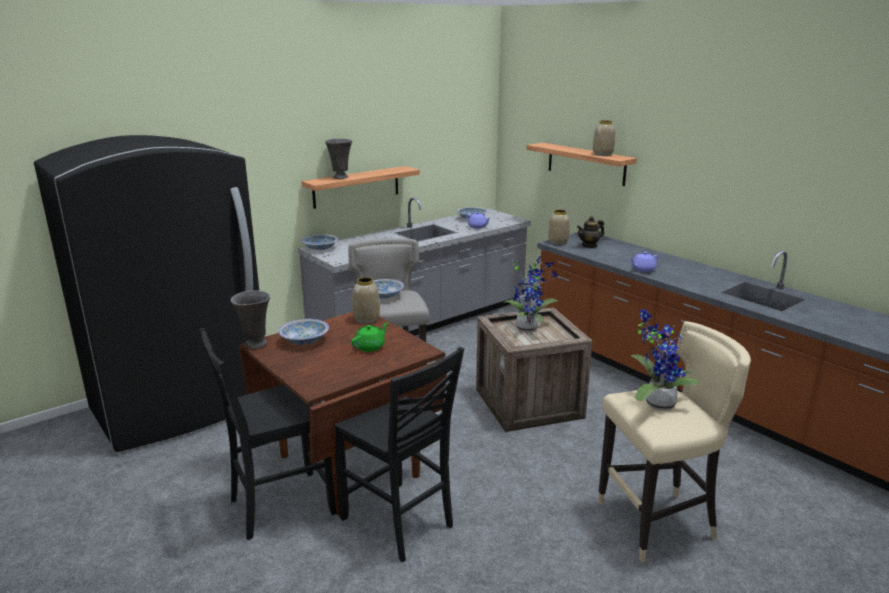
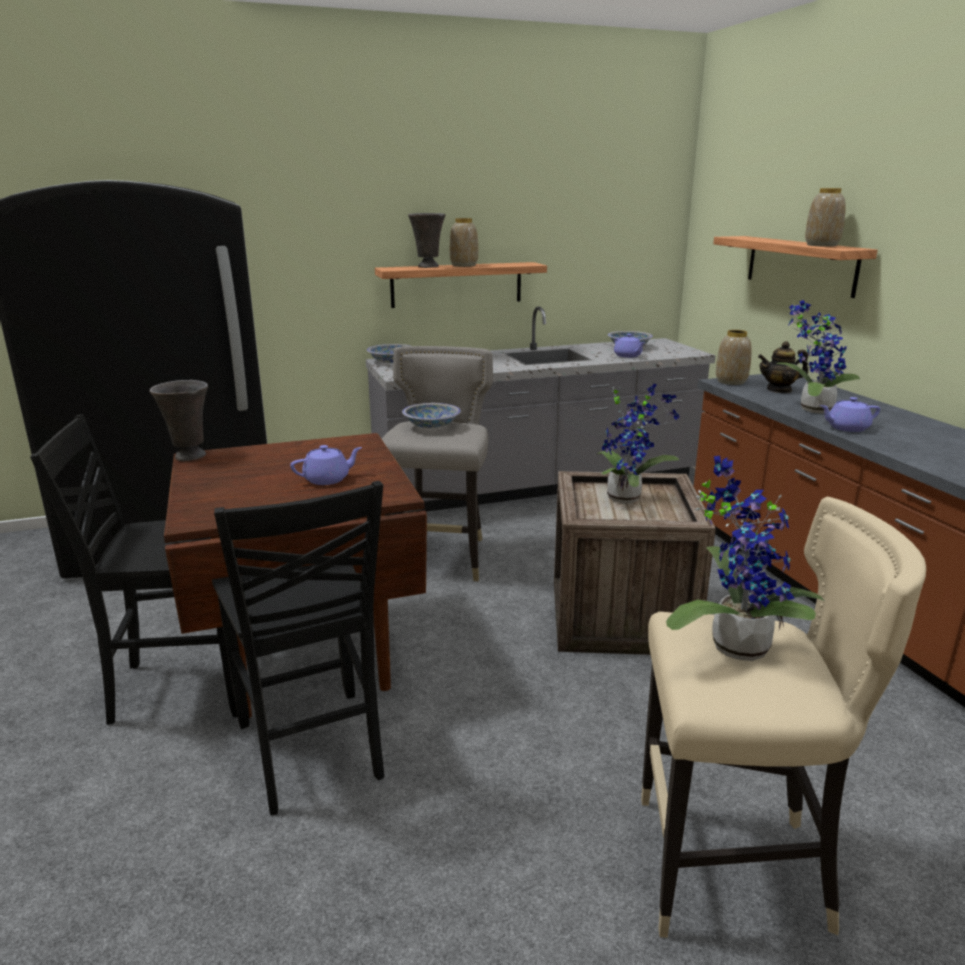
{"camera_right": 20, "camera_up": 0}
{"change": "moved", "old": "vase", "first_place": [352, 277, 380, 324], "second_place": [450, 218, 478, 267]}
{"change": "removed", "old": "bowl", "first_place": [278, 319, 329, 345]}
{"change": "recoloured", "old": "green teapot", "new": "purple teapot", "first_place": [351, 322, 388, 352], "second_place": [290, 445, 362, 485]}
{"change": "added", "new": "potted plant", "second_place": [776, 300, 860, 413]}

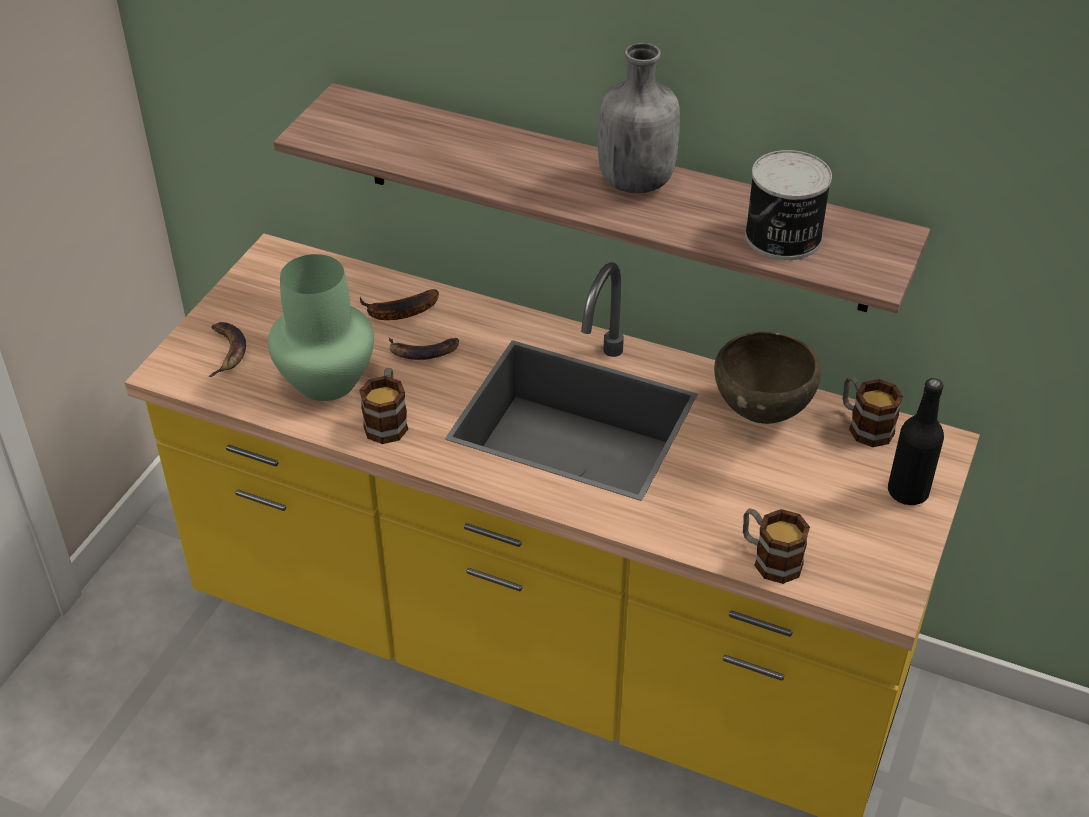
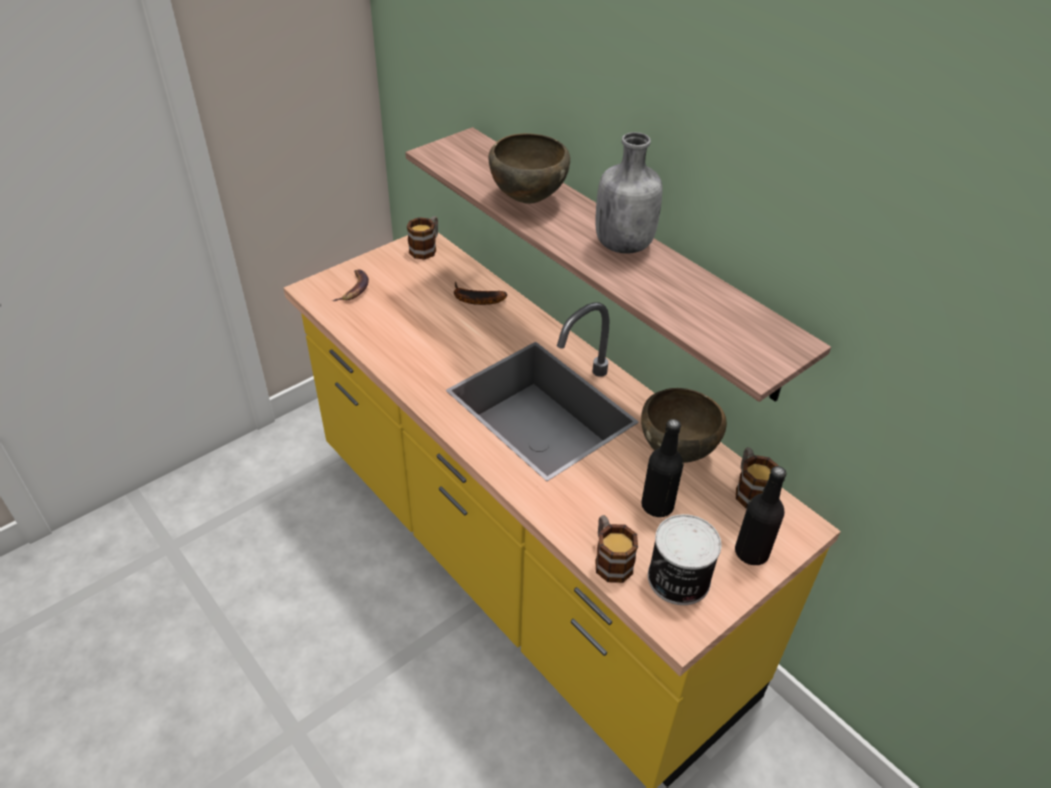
{"camera_right": 25, "camera_up": 0}
{"change": "moved", "old": "can", "first_place": [745, 150, 832, 260], "second_place": [648, 514, 722, 605]}
{"change": "removed", "old": "green vase", "first_place": [268, 254, 374, 401]}
{"change": "removed", "old": "banana", "first_place": [389, 337, 459, 360]}
{"change": "moved", "old": "mug", "first_place": [359, 368, 408, 444], "second_place": [407, 216, 438, 259]}
{"change": "added", "new": "brown bowl", "second_place": [489, 133, 570, 204]}
{"change": "added", "new": "black bottle", "second_place": [641, 419, 684, 517]}

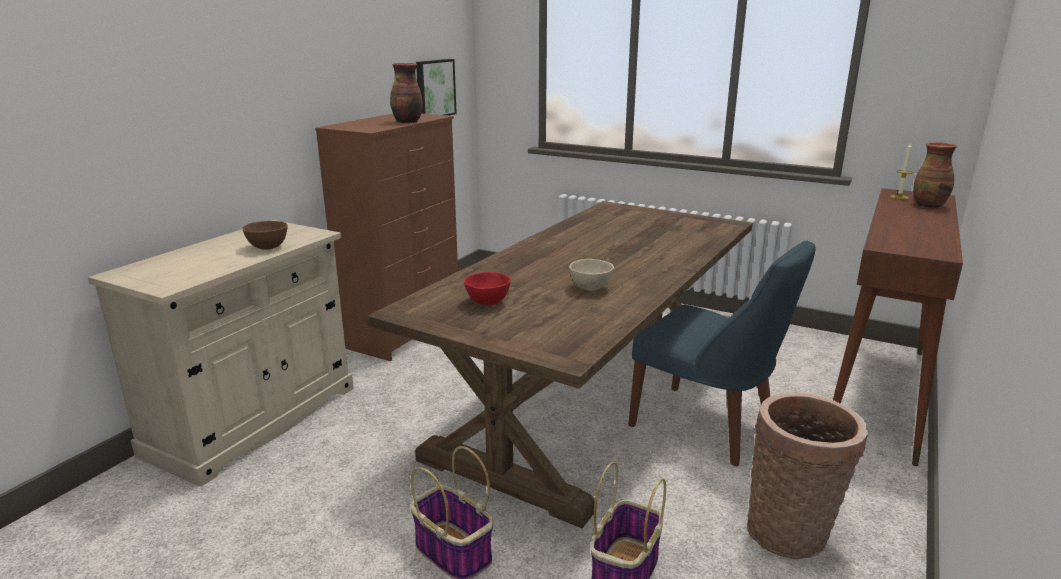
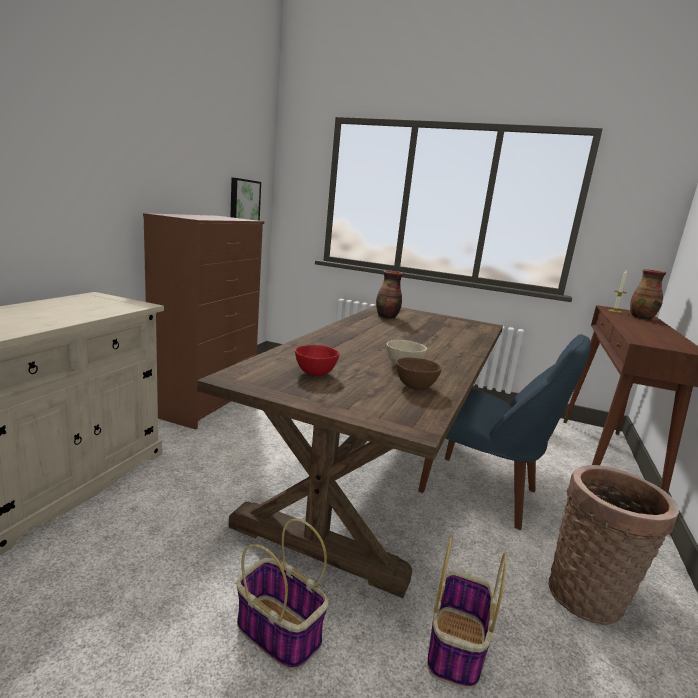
{"camera_right": -10, "camera_up": -5}
{"change": "moved", "old": "vase", "first_place": [390, 63, 423, 123], "second_place": [376, 271, 403, 319]}
{"change": "moved", "old": "brown bowl", "first_place": [242, 221, 288, 250], "second_place": [396, 357, 442, 390]}

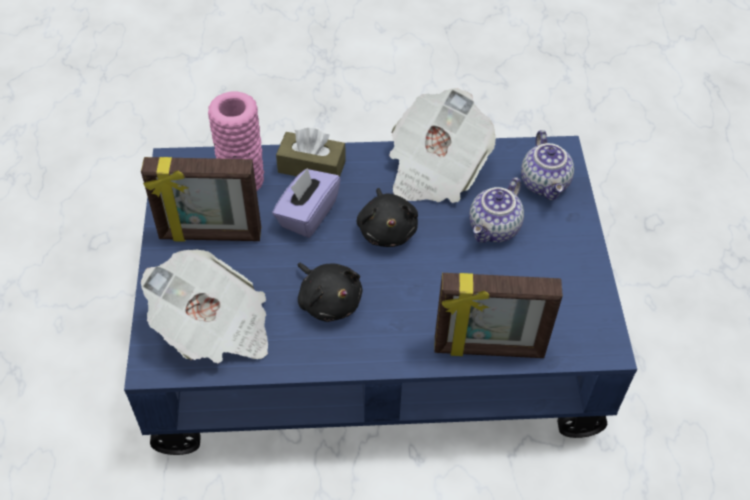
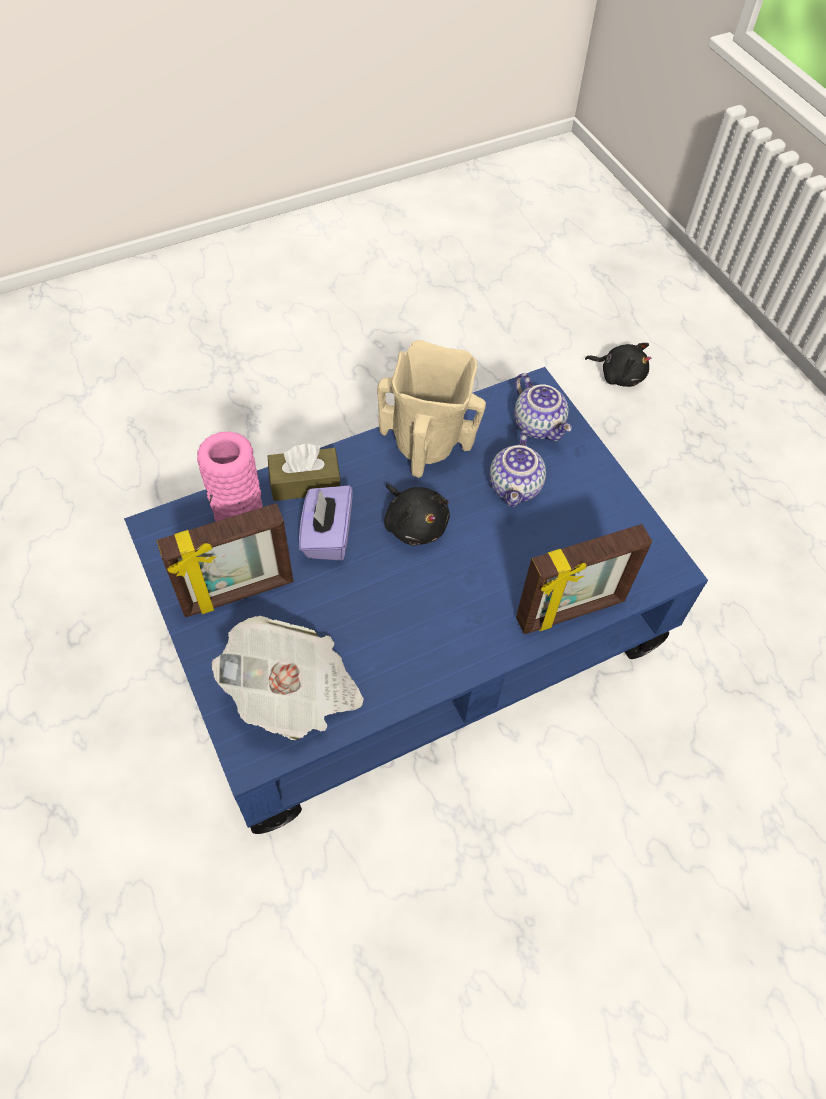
{"camera_right": -25, "camera_up": 5}
{"change": "replaced", "old": "newspaper", "new": "beige vase", "first_place": [389, 88, 496, 203], "second_place": [377, 340, 486, 478]}
{"change": "moved", "old": "black plush toy", "first_place": [297, 263, 362, 322], "second_place": [585, 343, 651, 387]}

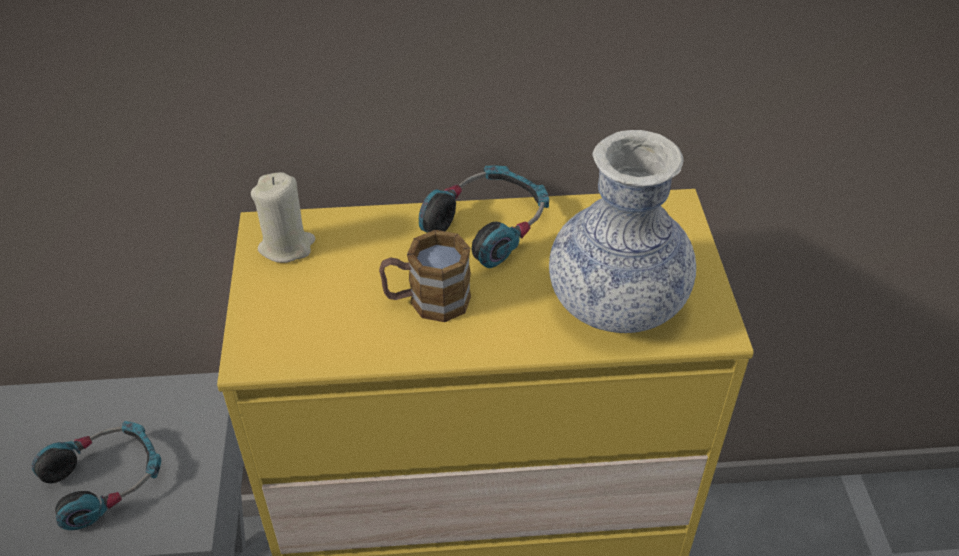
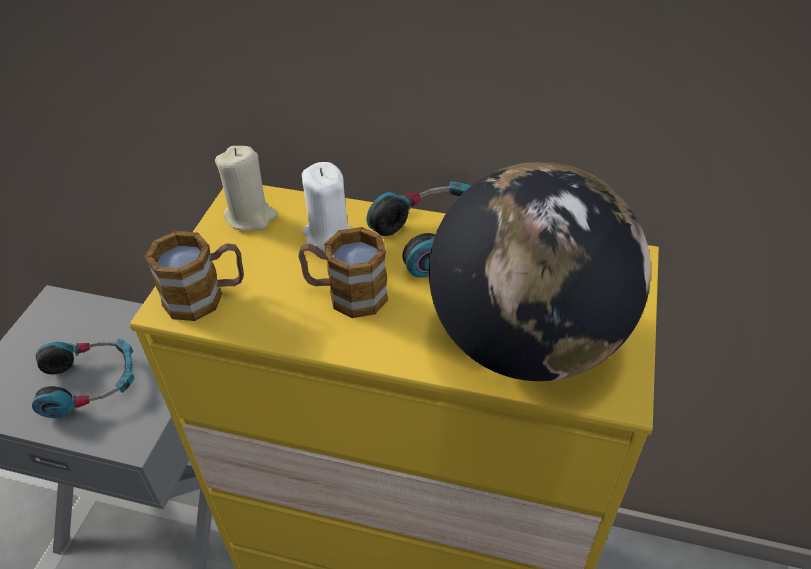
{"camera_right": 20, "camera_up": 0}
{"change": "replaced", "old": "vase", "new": "globe", "first_place": [549, 130, 696, 333], "second_place": [429, 162, 651, 381]}
{"change": "added", "new": "white candle", "second_place": [302, 162, 351, 252]}
{"change": "added", "new": "mug", "second_place": [145, 231, 244, 321]}

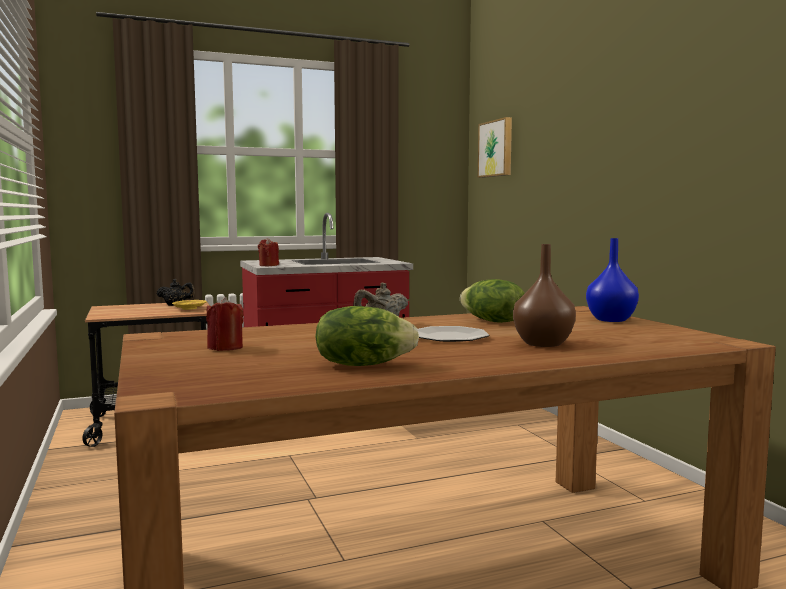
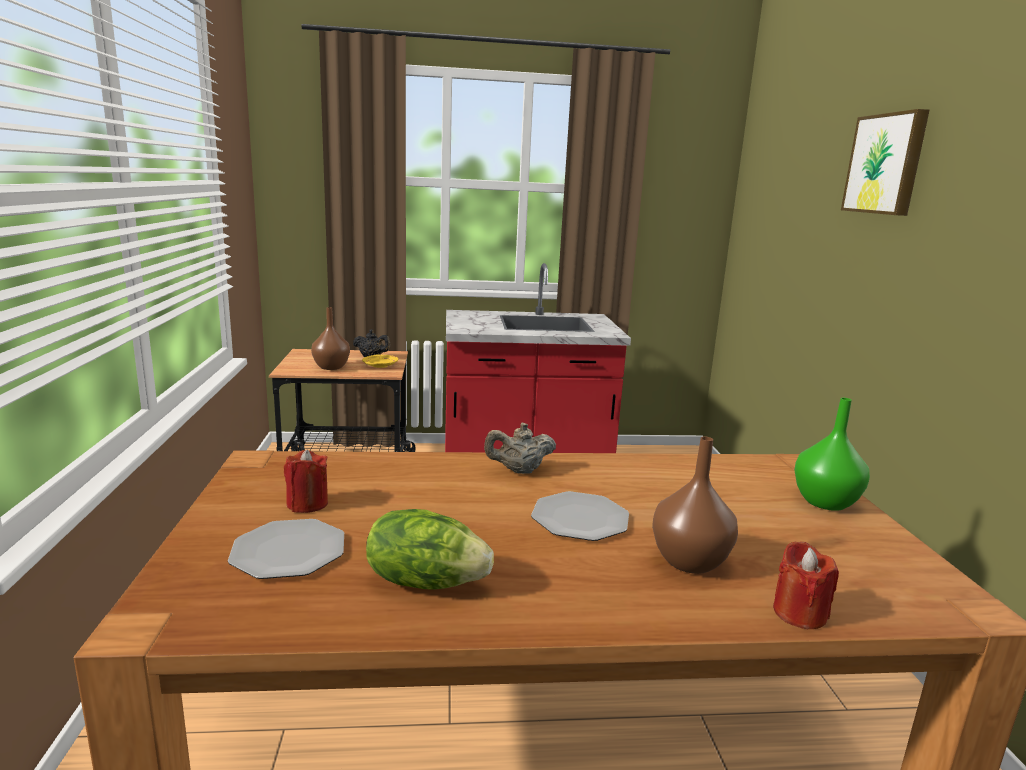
{"camera_right": 15, "camera_up": 10}
{"change": "moved", "old": "picture", "first_place": [478, 117, 512, 178], "second_place": [841, 109, 930, 216]}
{"change": "moved", "old": "red candle", "first_place": [258, 238, 279, 266], "second_place": [773, 542, 839, 629]}
{"change": "recoloured", "old": "blue vase", "new": "green vase", "first_place": [586, 238, 639, 322], "second_place": [794, 398, 870, 511]}
{"change": "removed", "old": "lettuce", "first_place": [460, 279, 525, 323]}
{"change": "added", "new": "brown vase", "second_place": [311, 307, 350, 370]}
{"change": "added", "new": "plate", "second_place": [228, 519, 344, 579]}

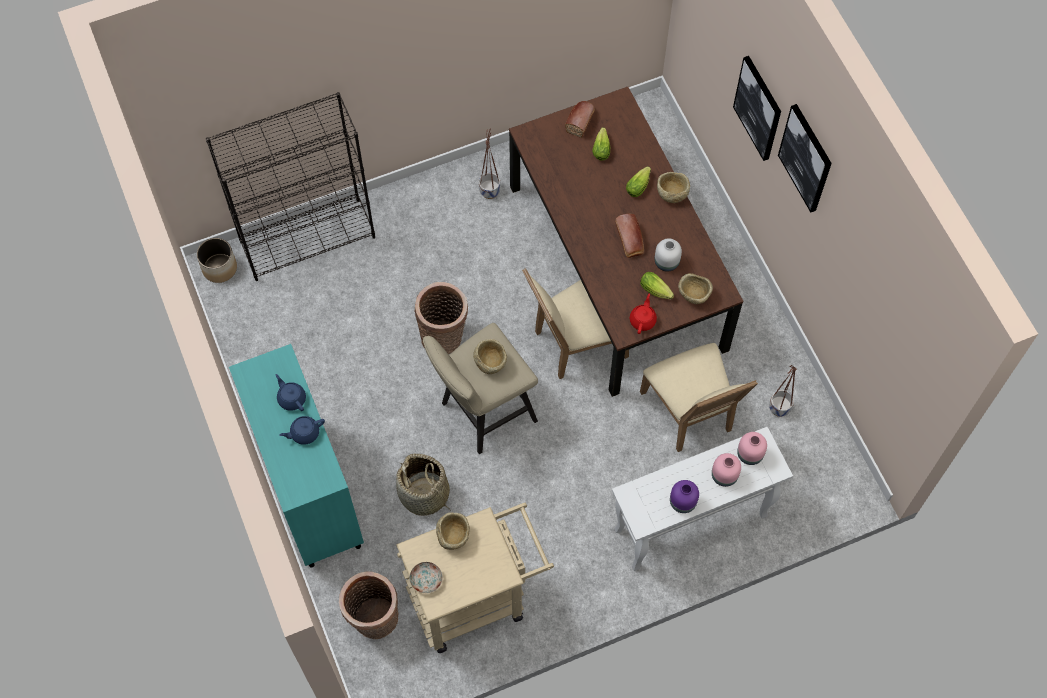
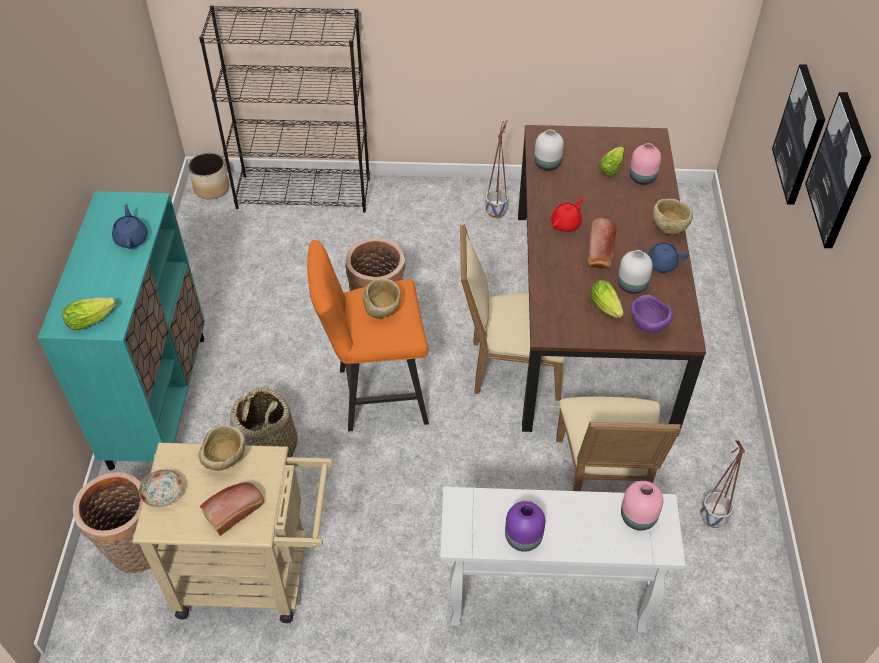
{"camera_right": 25, "camera_up": -15}
{"change": "moved", "old": "bread", "first_place": [565, 101, 595, 138], "second_place": [200, 482, 264, 536]}
{"change": "moved", "old": "lettuce", "first_place": [626, 166, 651, 197], "second_place": [62, 298, 116, 330]}
{"change": "recoloured", "old": "beige bowl", "new": "purple bowl", "first_place": [678, 273, 713, 304], "second_place": [631, 295, 674, 333]}
{"change": "moved", "old": "red teapot", "first_place": [630, 294, 657, 334], "second_place": [551, 197, 583, 232]}
{"change": "recoloured", "old": "beige stool", "new": "orange stool", "first_place": [423, 323, 538, 454], "second_place": [307, 240, 429, 431]}
{"change": "moved", "old": "blue teapot", "first_place": [279, 416, 325, 445], "second_place": [638, 243, 688, 273]}
{"change": "moved", "old": "pink vase", "first_place": [712, 453, 741, 487], "second_place": [629, 143, 661, 185]}
{"change": "added", "new": "white vase", "second_place": [534, 129, 564, 171]}

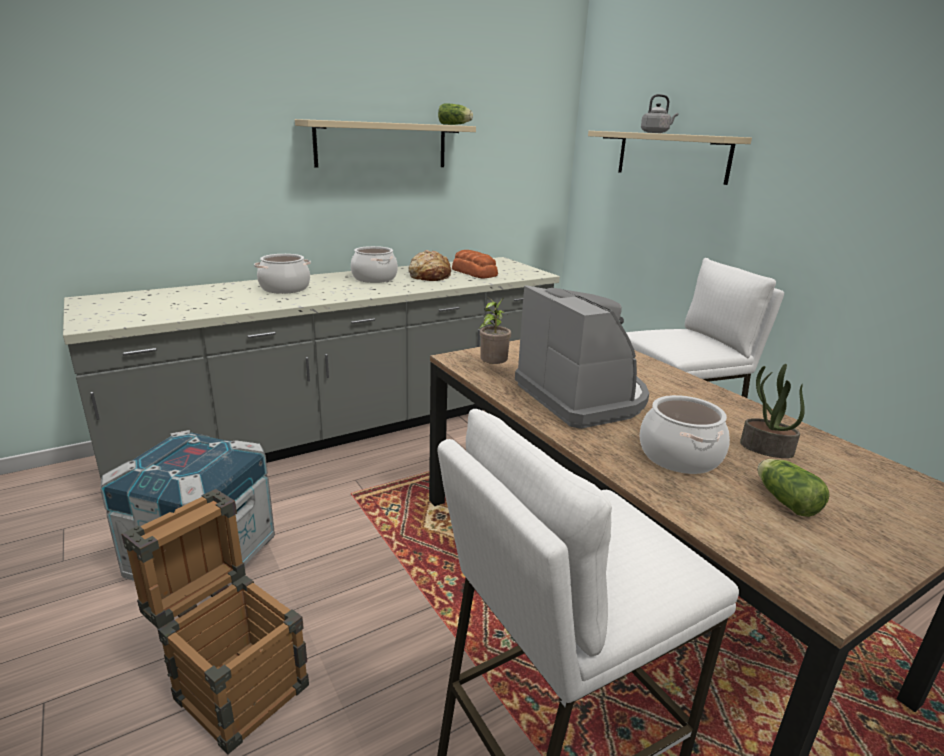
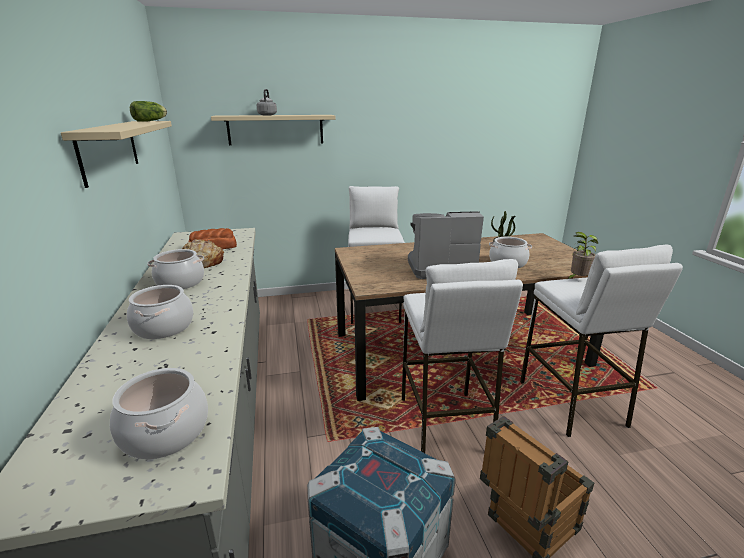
{"camera_right": -70, "camera_up": 0}
{"change": "moved", "old": "potted plant", "first_place": [479, 297, 511, 364], "second_place": [568, 232, 598, 279]}
{"change": "removed", "old": "lettuce", "first_place": [758, 459, 830, 517]}
{"change": "added", "new": "white stool", "second_place": [402, 259, 523, 453]}
{"change": "added", "new": "cooking pot", "second_place": [110, 368, 208, 460]}

